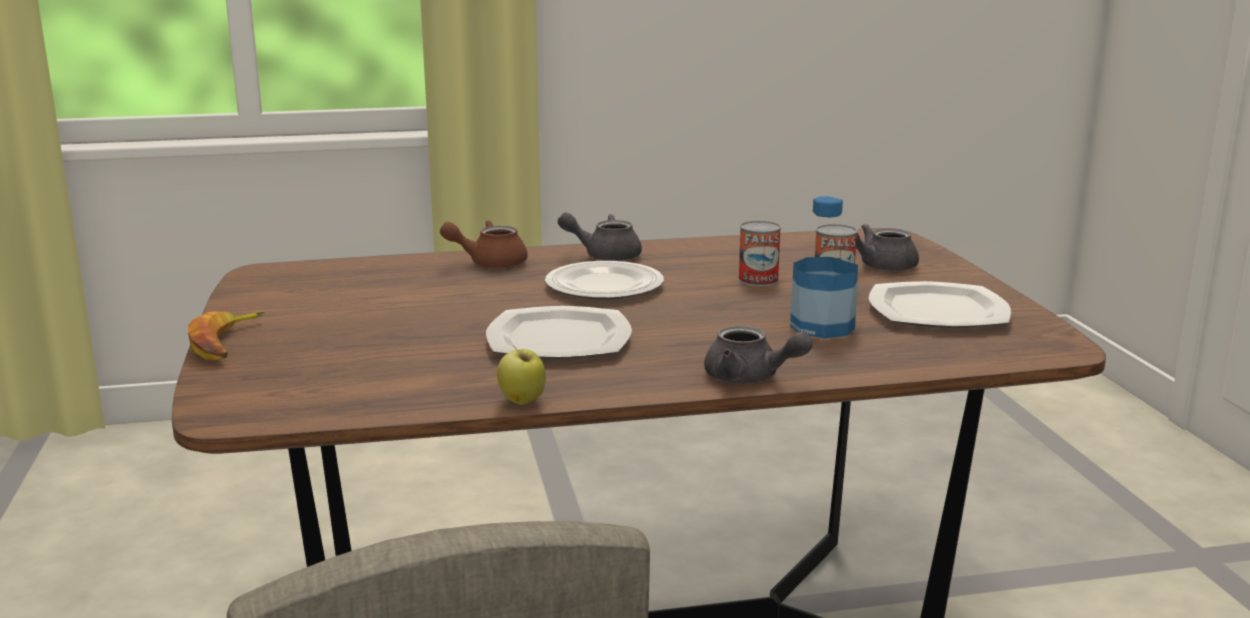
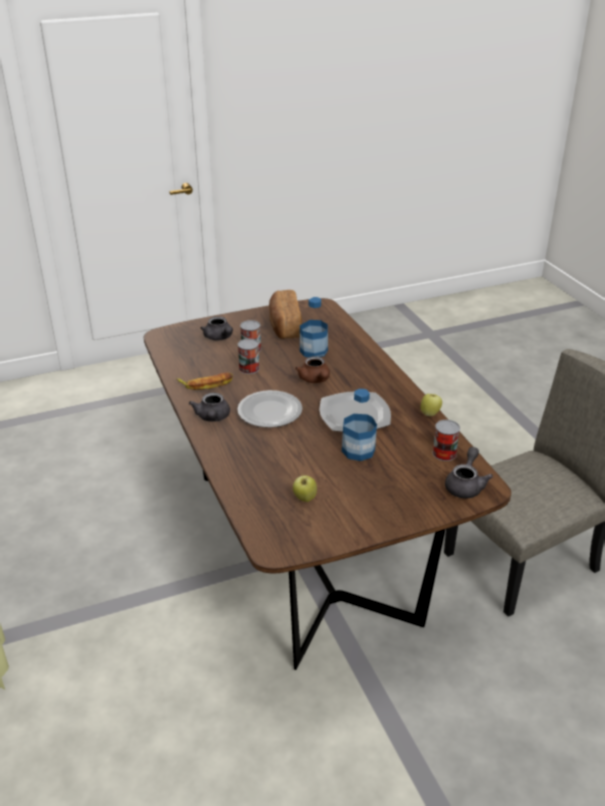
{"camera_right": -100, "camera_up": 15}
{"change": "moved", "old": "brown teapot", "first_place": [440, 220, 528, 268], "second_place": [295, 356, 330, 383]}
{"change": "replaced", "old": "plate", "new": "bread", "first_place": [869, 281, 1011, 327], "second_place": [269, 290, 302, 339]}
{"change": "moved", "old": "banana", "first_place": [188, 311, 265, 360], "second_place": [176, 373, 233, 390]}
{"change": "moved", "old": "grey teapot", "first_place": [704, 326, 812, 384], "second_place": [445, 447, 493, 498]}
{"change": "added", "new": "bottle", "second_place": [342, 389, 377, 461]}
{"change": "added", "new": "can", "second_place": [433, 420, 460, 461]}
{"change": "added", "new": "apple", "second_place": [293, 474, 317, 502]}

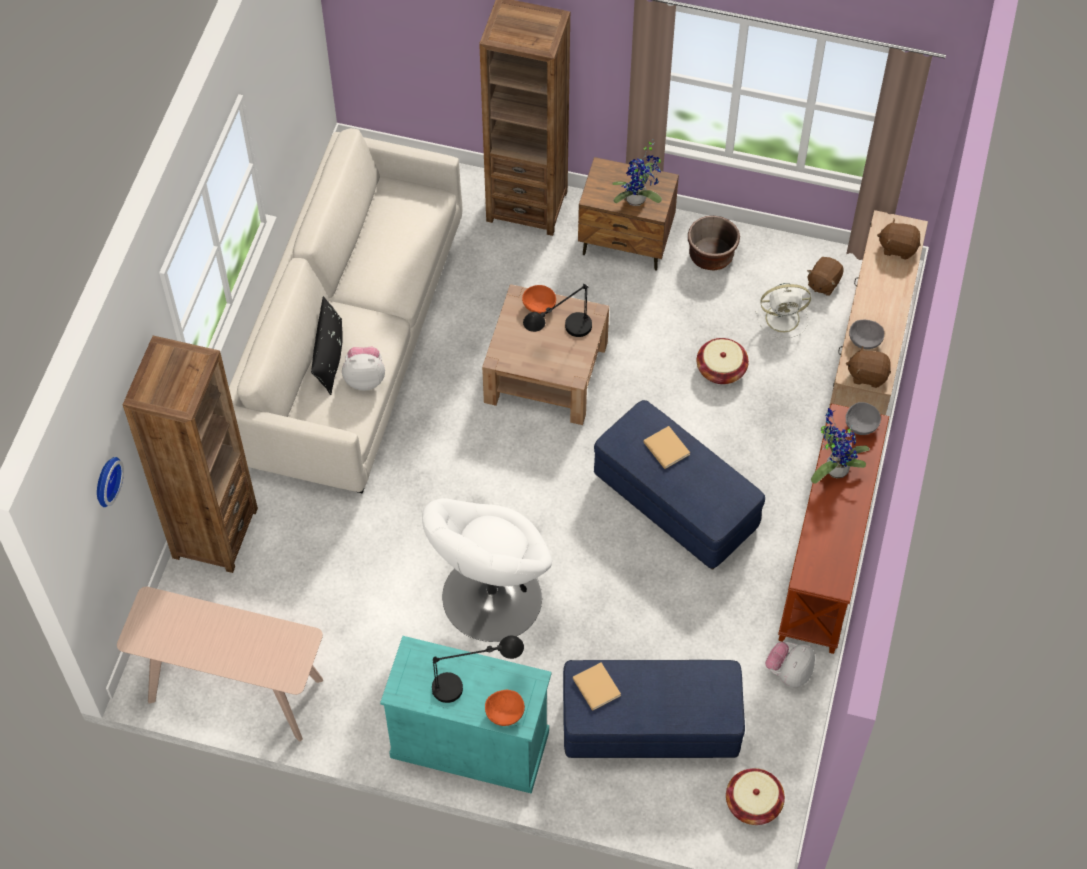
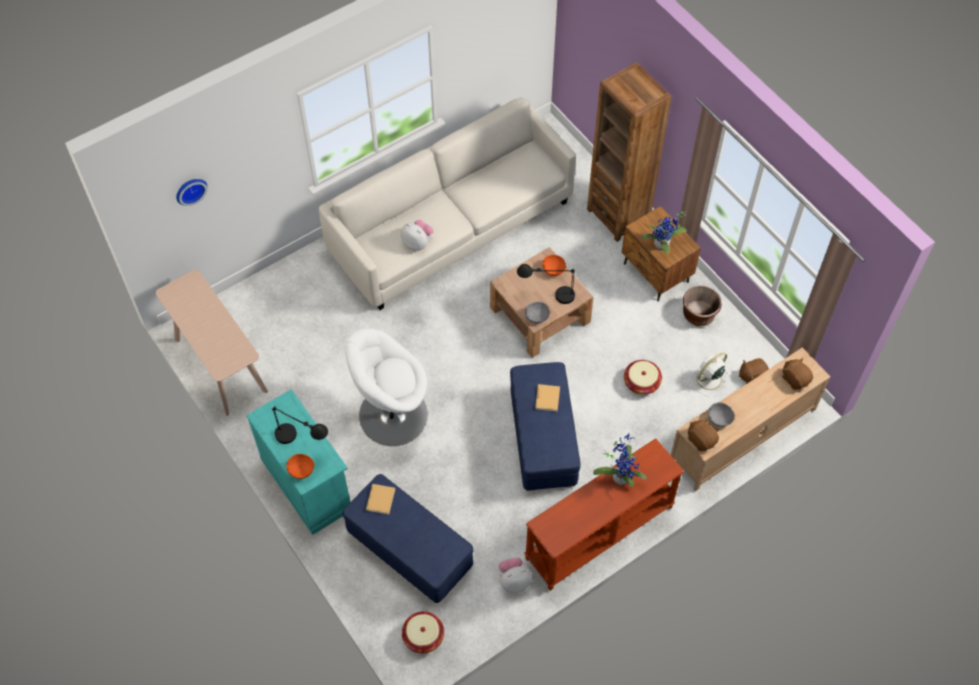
{"camera_right": 40, "camera_up": 0}
{"change": "turned", "old": "white fan", "first_place": [756, 283, 811, 338], "second_place": [690, 352, 728, 397], "degrees": 105}
{"change": "removed", "old": "black pillow", "first_place": [311, 296, 342, 395]}
{"change": "removed", "old": "brown bookcase", "first_place": [123, 335, 258, 573]}
{"change": "moved", "old": "grey bowl", "first_place": [846, 402, 881, 435], "second_place": [525, 302, 550, 323]}

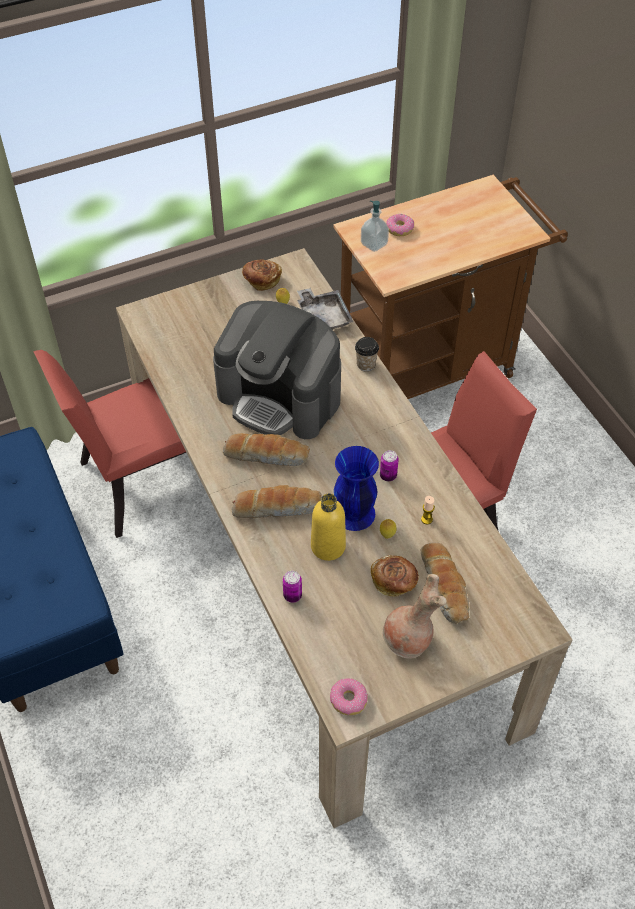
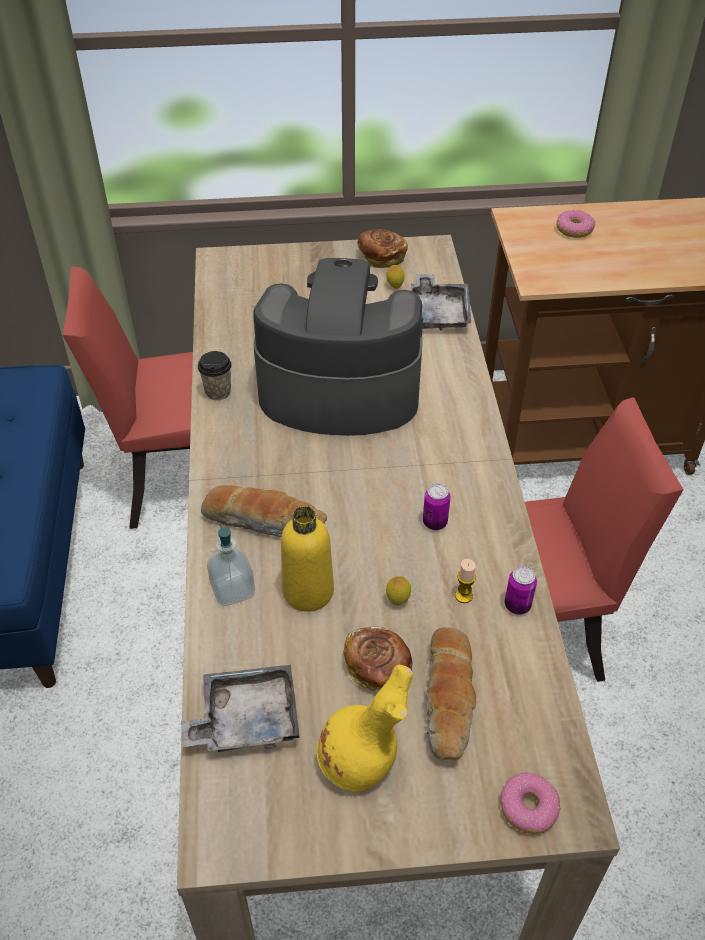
{"camera_right": 20, "camera_up": -5}
{"change": "moved", "old": "soap dispenser", "first_place": [361, 201, 389, 252], "second_place": [207, 523, 255, 606]}
{"change": "turned", "old": "coffee machine", "first_place": [213, 301, 341, 439], "second_place": [253, 258, 423, 436], "degrees": 135}
{"change": "moved", "old": "cup", "first_place": [355, 337, 379, 371], "second_place": [198, 351, 232, 400]}
{"change": "removed", "old": "bread", "first_place": [223, 433, 310, 466]}
{"change": "removed", "old": "blue vase", "first_place": [334, 446, 379, 531]}
{"change": "moved", "old": "can", "first_place": [283, 571, 302, 603], "second_place": [505, 566, 537, 615]}
{"change": "recoloured", "old": "brown vase", "new": "yellow vase", "first_place": [382, 574, 447, 659], "second_place": [317, 664, 413, 792]}
{"change": "moved", "old": "donut", "first_place": [330, 678, 368, 715], "second_place": [500, 773, 561, 834]}
{"change": "added", "new": "grey tray", "second_place": [181, 665, 300, 752]}

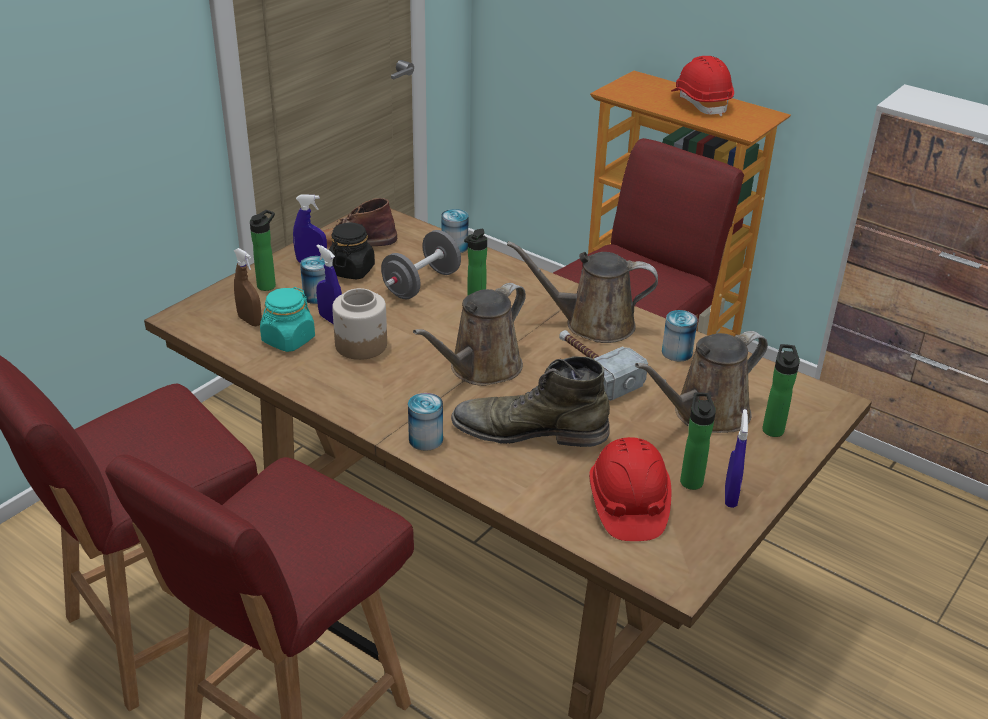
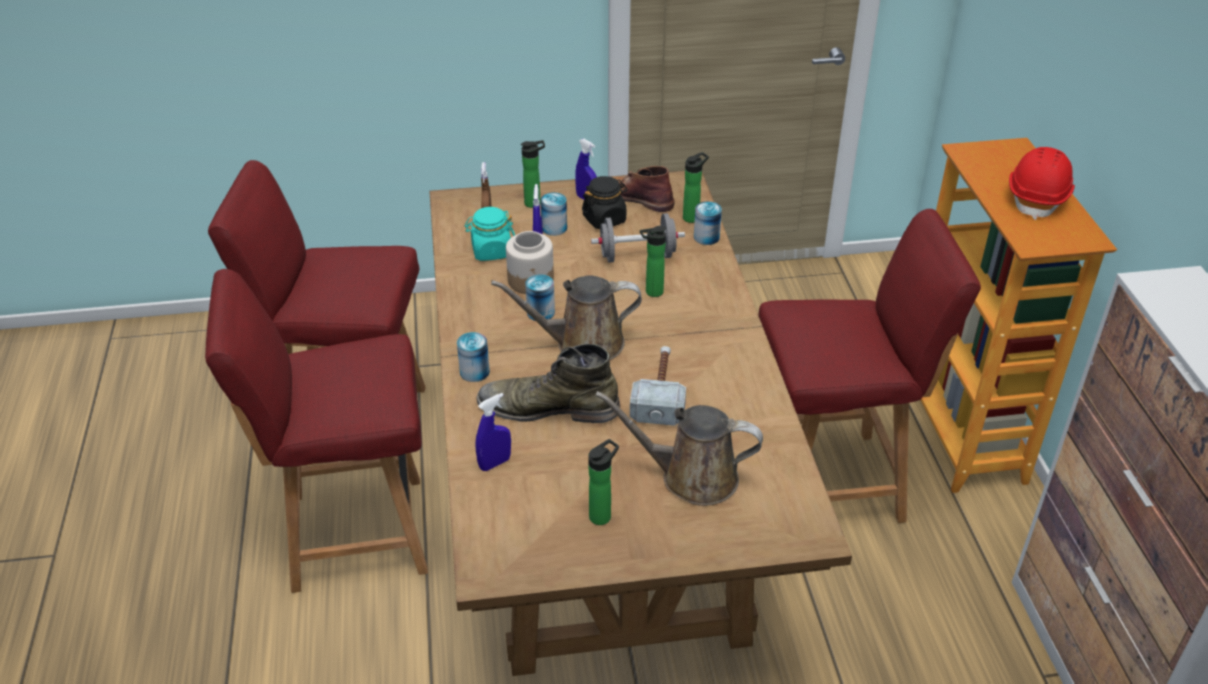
{"camera_right": 45, "camera_up": 5}
{"change": "removed", "old": "brown watering can", "first_place": [507, 241, 658, 343]}
{"change": "moved", "old": "can", "first_place": [662, 310, 698, 362], "second_place": [525, 274, 555, 321]}
{"change": "moved", "old": "bottle", "first_place": [762, 344, 800, 437], "second_place": [683, 152, 709, 223]}
{"change": "turned", "old": "green boot", "first_place": [451, 356, 610, 447], "second_place": [477, 344, 620, 423], "degrees": -45}
{"change": "moved", "old": "blue spray bottle", "first_place": [725, 409, 748, 508], "second_place": [475, 393, 511, 471]}
{"change": "removed", "old": "red hard hat", "first_place": [589, 437, 671, 541]}

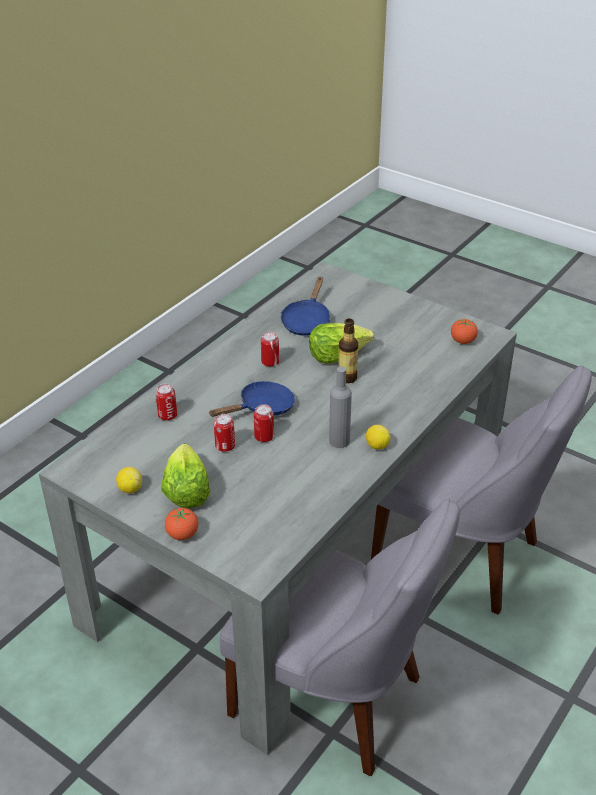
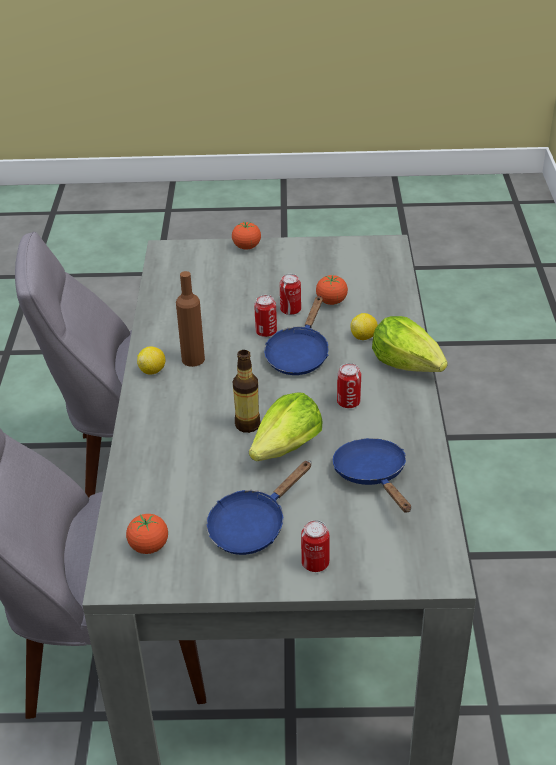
{"camera_right": 145, "camera_up": 0}
{"change": "recoloured", "old": "grey bottle", "new": "brown bottle", "first_place": [329, 366, 352, 448], "second_place": [176, 271, 205, 367]}
{"change": "moved", "old": "can", "first_place": [156, 384, 177, 421], "second_place": [301, 520, 329, 572]}
{"change": "moved", "old": "lettuce", "first_place": [161, 444, 210, 508], "second_place": [372, 316, 448, 372]}
{"change": "moved", "old": "lemon", "first_place": [116, 467, 142, 493], "second_place": [350, 313, 378, 340]}
{"change": "added", "new": "tomato", "second_place": [316, 275, 348, 305]}
{"change": "added", "new": "blue frying pan", "second_place": [206, 461, 312, 555]}

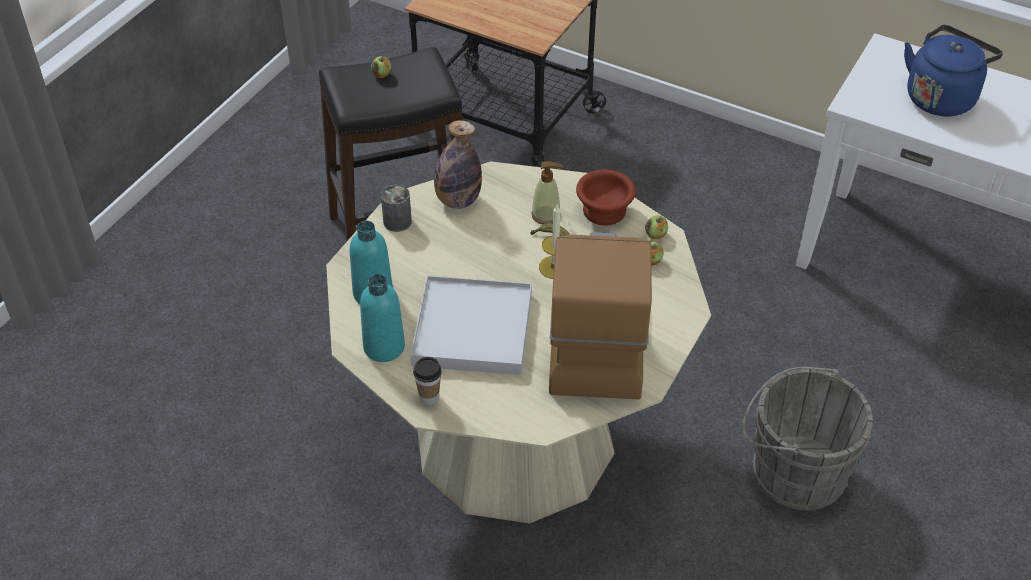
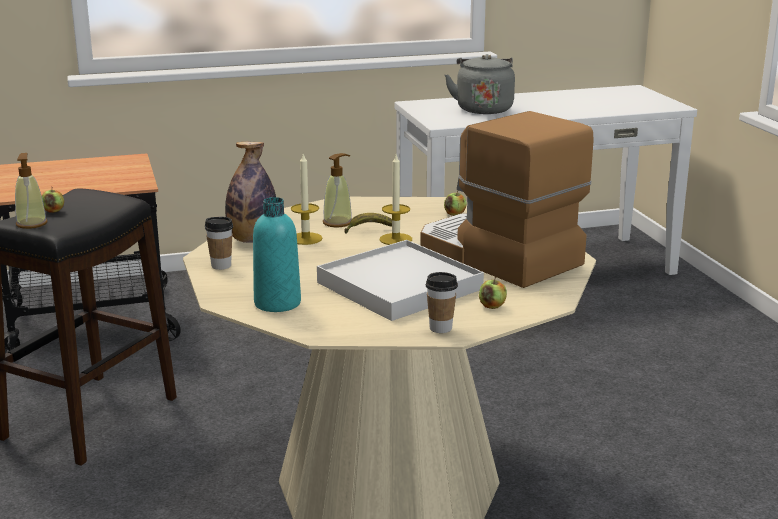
{"camera_right": -45, "camera_up": -25}
{"change": "recoloured", "old": "blue kettle", "new": "grey kettle", "first_place": [904, 25, 1003, 116], "second_place": [445, 54, 515, 114]}
{"change": "removed", "old": "brown bowl", "first_place": [576, 170, 636, 226]}
{"change": "replaced", "old": "can", "new": "cup", "first_place": [381, 185, 412, 232], "second_place": [205, 217, 233, 270]}
{"change": "moved", "old": "apple", "first_place": [645, 215, 668, 239], "second_place": [479, 277, 507, 309]}
{"change": "removed", "old": "turquoise bottle", "first_place": [360, 274, 405, 362]}
{"change": "removed", "old": "grey bucket", "first_place": [742, 367, 873, 511]}
{"change": "added", "new": "soap dispenser", "second_place": [15, 153, 47, 229]}
{"change": "added", "new": "candle", "second_place": [291, 154, 323, 245]}

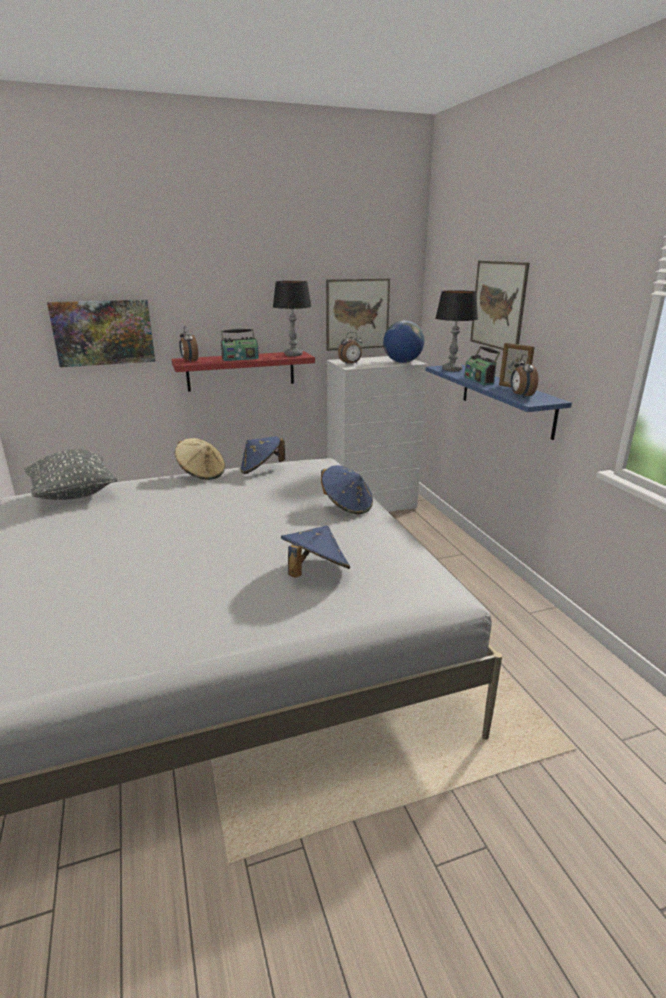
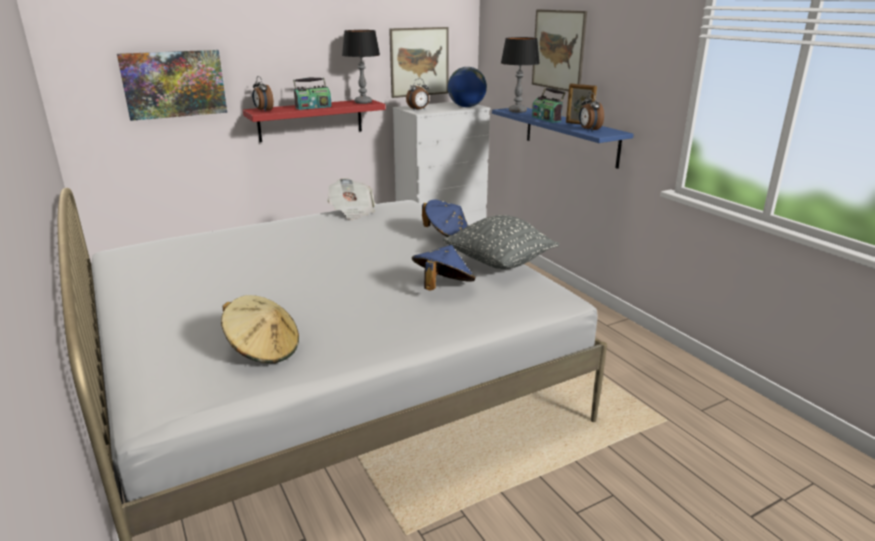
{"camera_right": -10, "camera_up": 0}
{"change": "replaced", "old": "blue hat", "new": "newspaper", "first_place": [240, 436, 285, 474], "second_place": [327, 178, 375, 220]}
{"change": "moved", "old": "beige hat", "first_place": [175, 438, 225, 480], "second_place": [221, 295, 299, 363]}
{"change": "moved", "old": "grey pillow", "first_place": [24, 449, 118, 500], "second_place": [443, 215, 559, 269]}

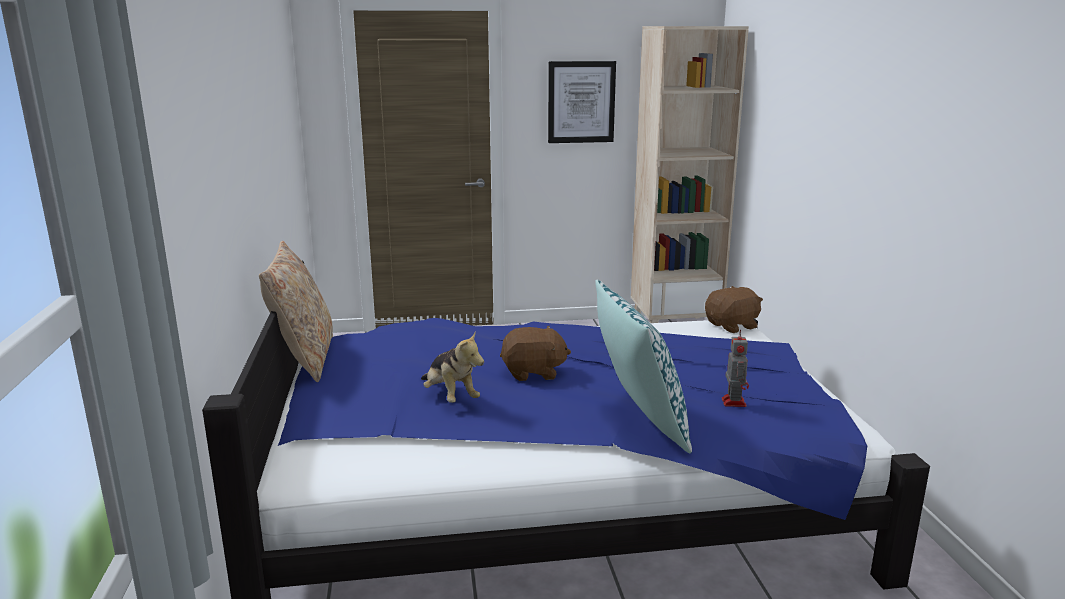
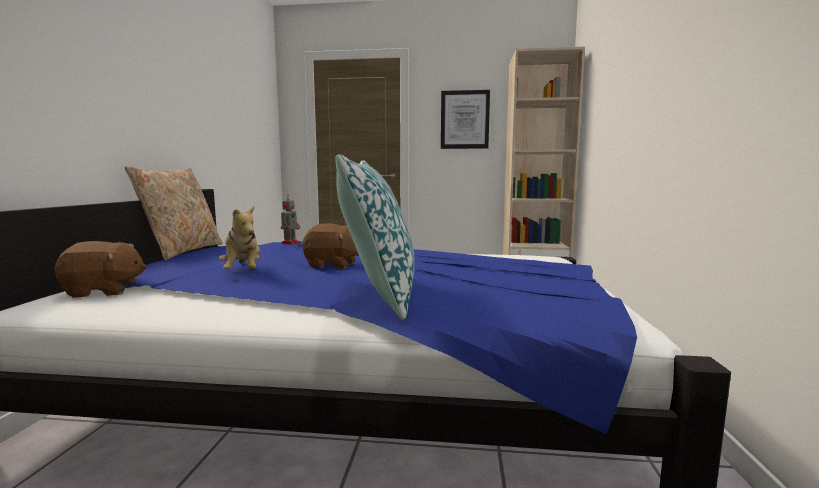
{"camera_right": 15, "camera_up": -10}
{"change": "moved", "old": "brown plush toy", "first_place": [705, 286, 763, 333], "second_place": [55, 241, 147, 298]}
{"change": "moved", "old": "toy robot", "first_place": [722, 330, 749, 407], "second_place": [281, 197, 300, 245]}

